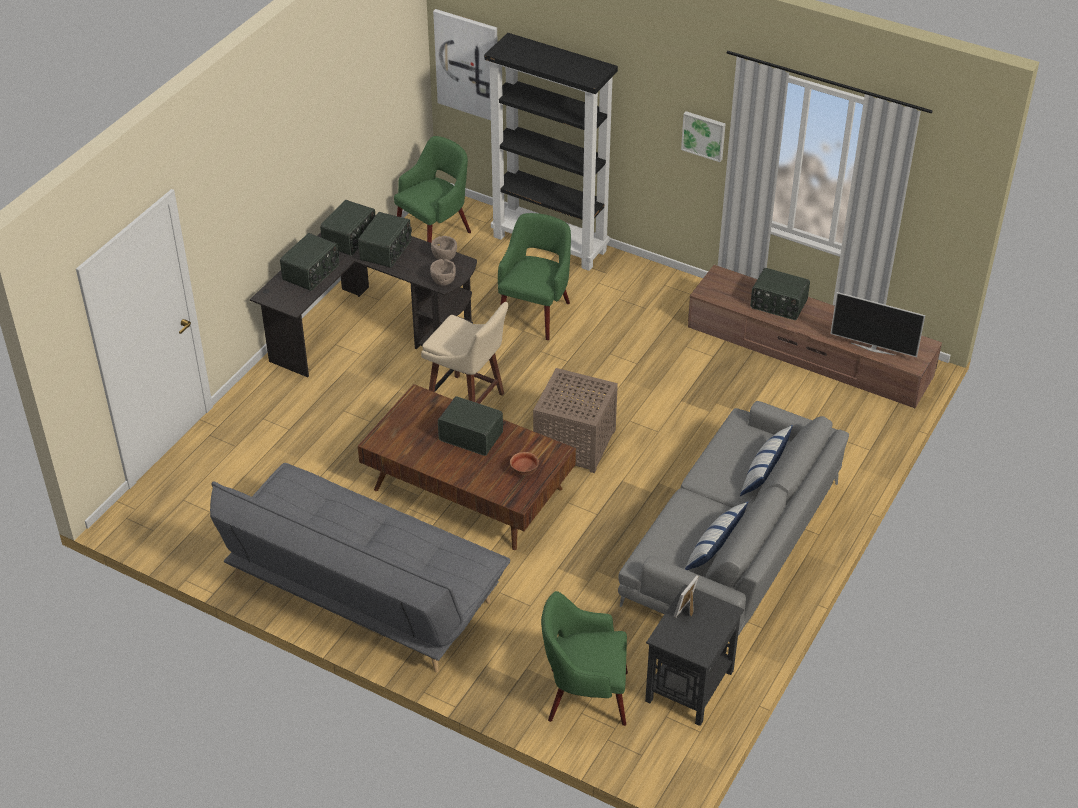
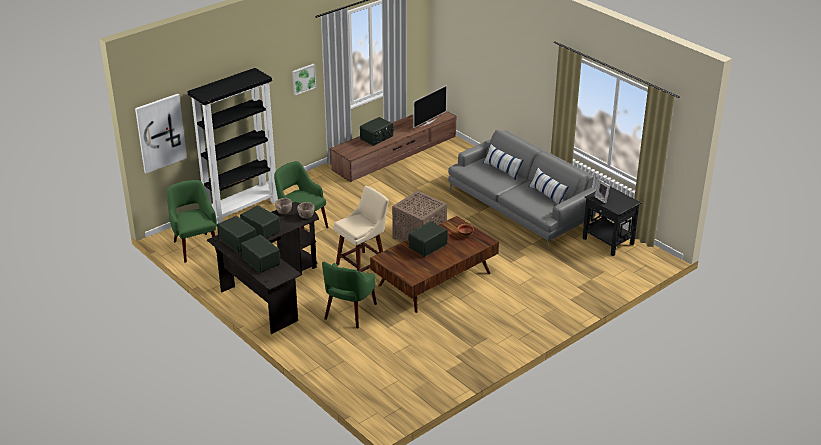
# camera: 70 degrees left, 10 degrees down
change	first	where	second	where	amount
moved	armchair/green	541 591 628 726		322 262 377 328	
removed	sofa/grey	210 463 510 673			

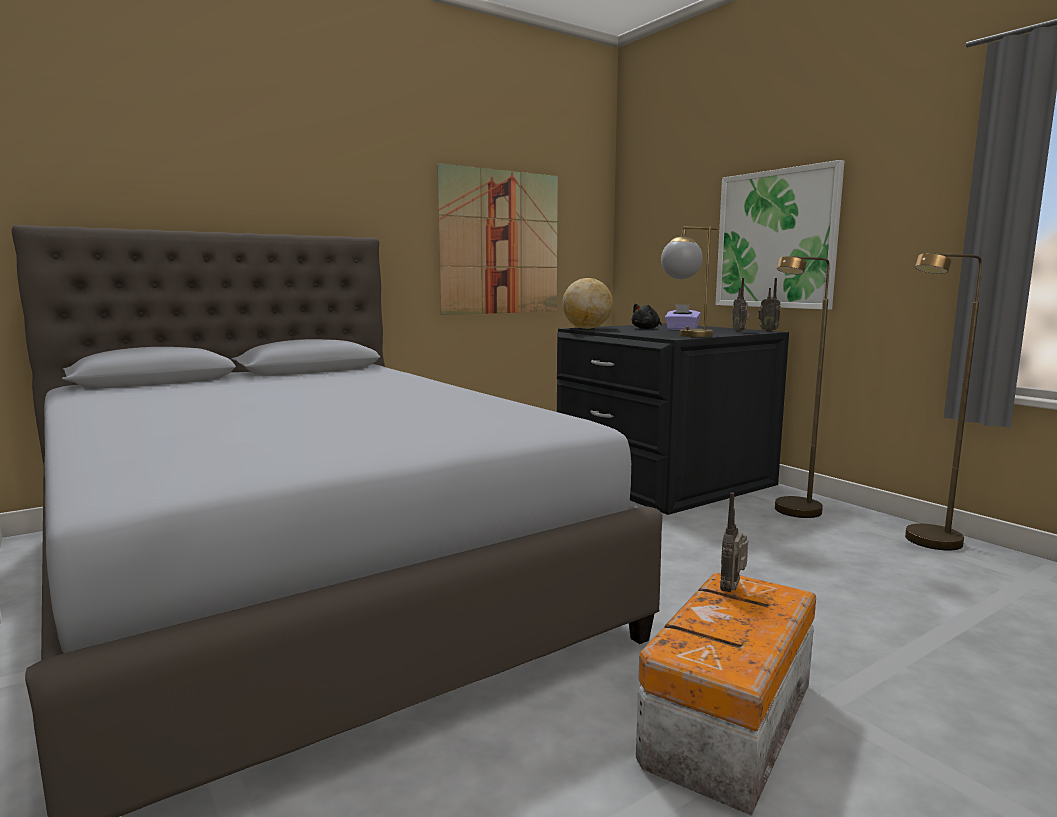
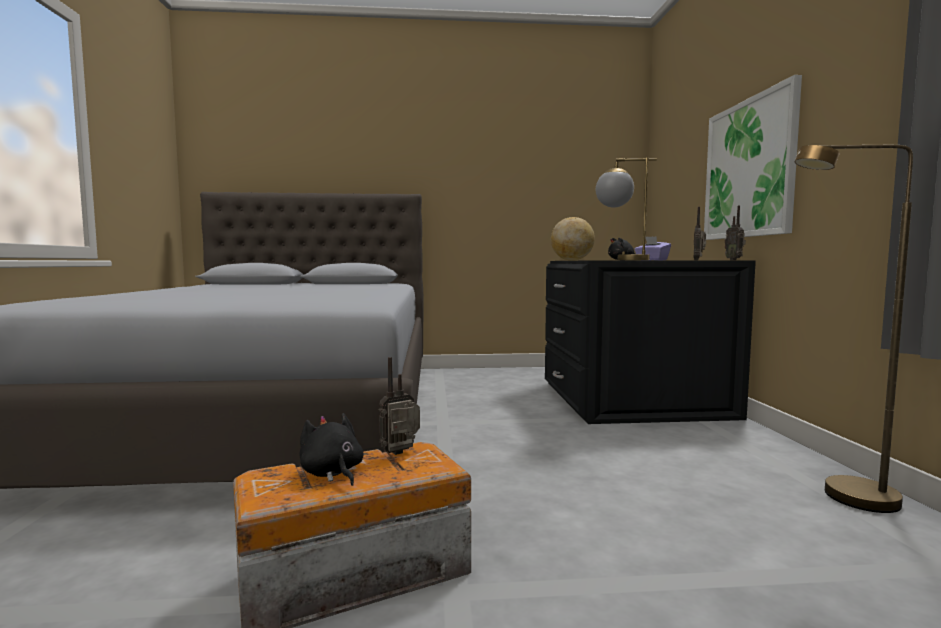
# camera: 30 degrees right, 5 degrees down
change	first	where	second	where	amount
added			plush toy/black	299 413 364 486	
removed	picture	437 163 558 315			
removed	floor lamp/brown	775 256 830 518			

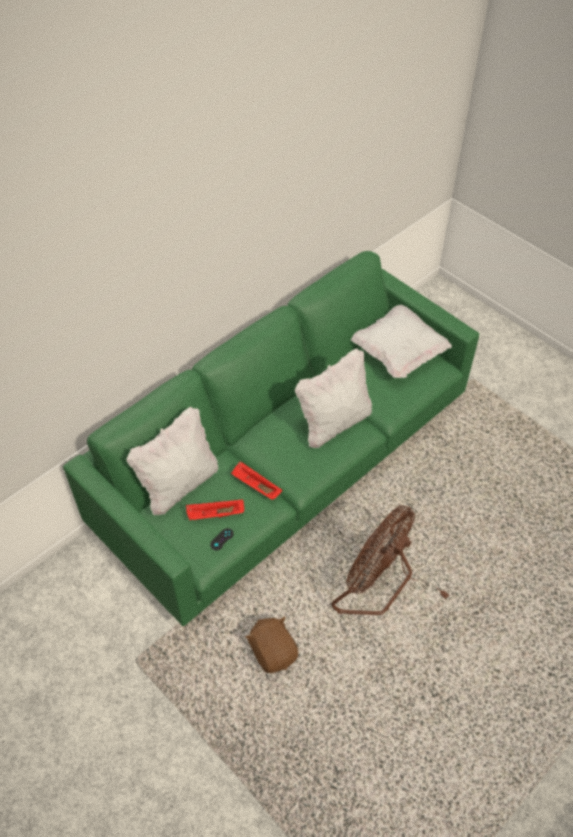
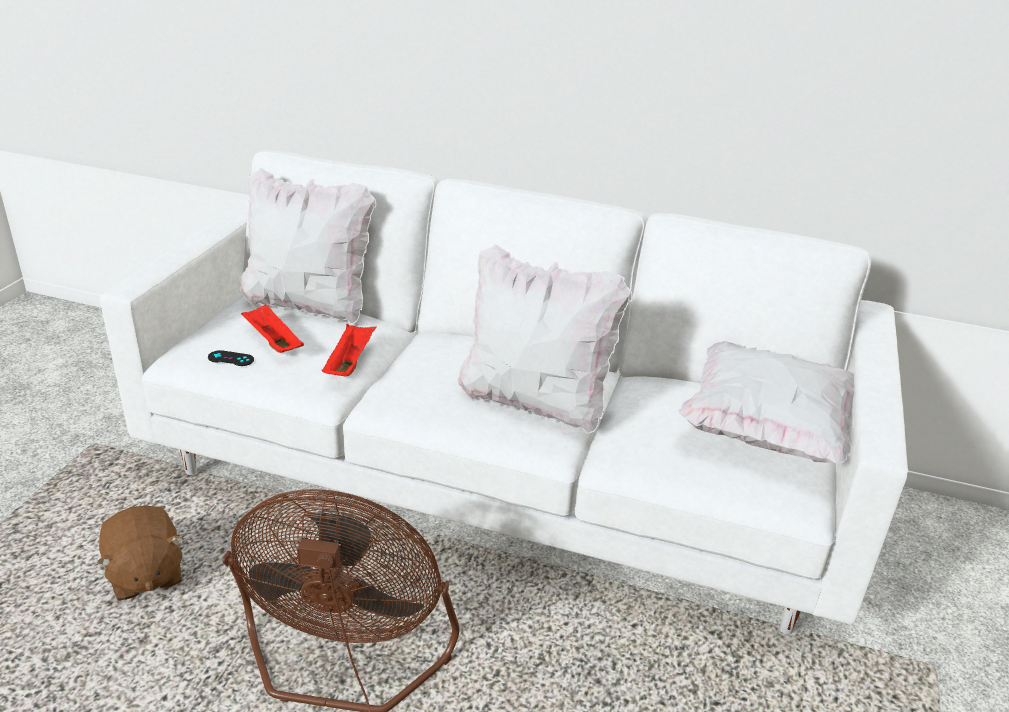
# camera: 60 degrees right, 20 degrees down
change	first	where	second	where	amount
turned	plush toy/brown	245 616 298 673		97 505 184 601	120 degrees clockwise
recoloured	sofa/green	63 251 479 626	sofa/white	100 150 908 635	

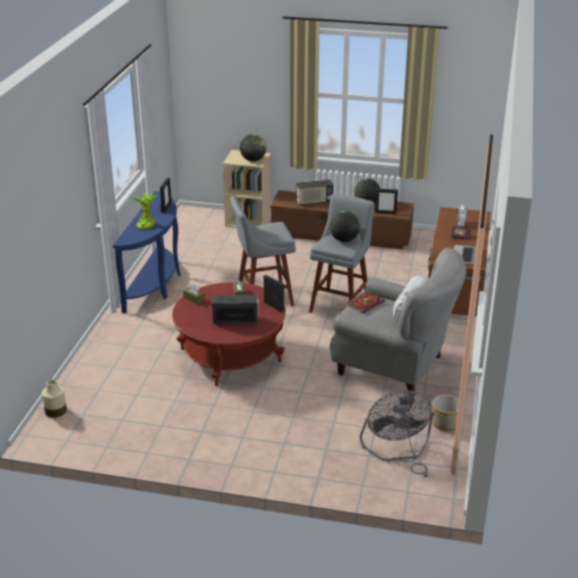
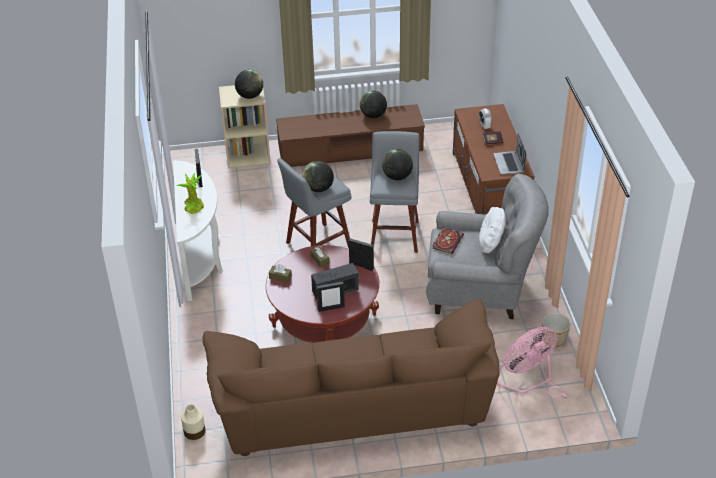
# camera: 20 degrees left, 10 degrees up
change	first	where	second	where	amount
recoloured	console table/blue	113 191 180 313	console table/white	173 160 223 301	
added			sofa/brown	202 299 500 456	
added			globe	302 161 334 192	
moved	picture frame	375 188 398 214		317 282 345 312	
recoloured	fan/grey	360 390 434 477	fan/pink	497 327 567 399	
removed	radio	296 179 334 205			

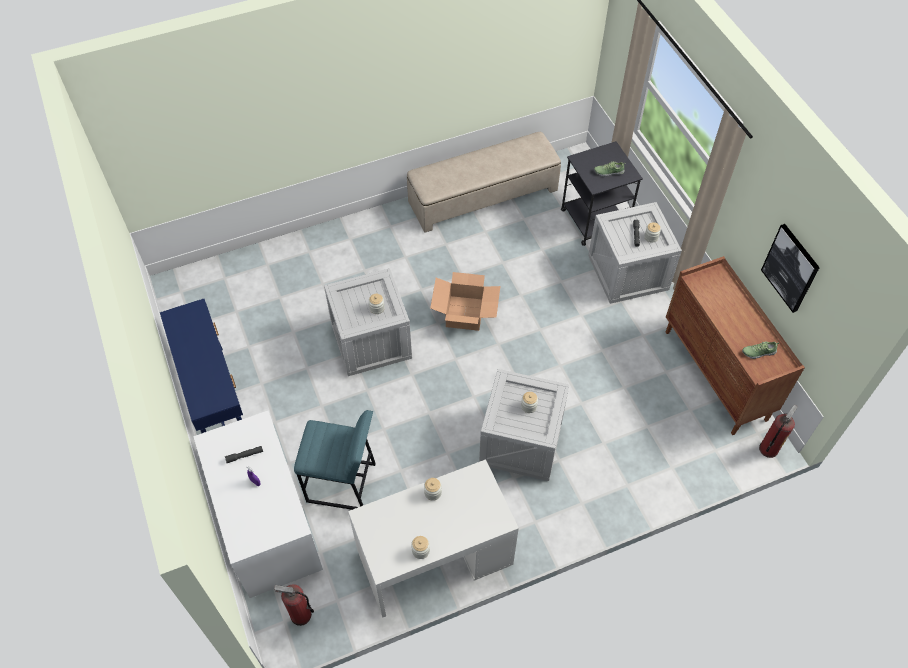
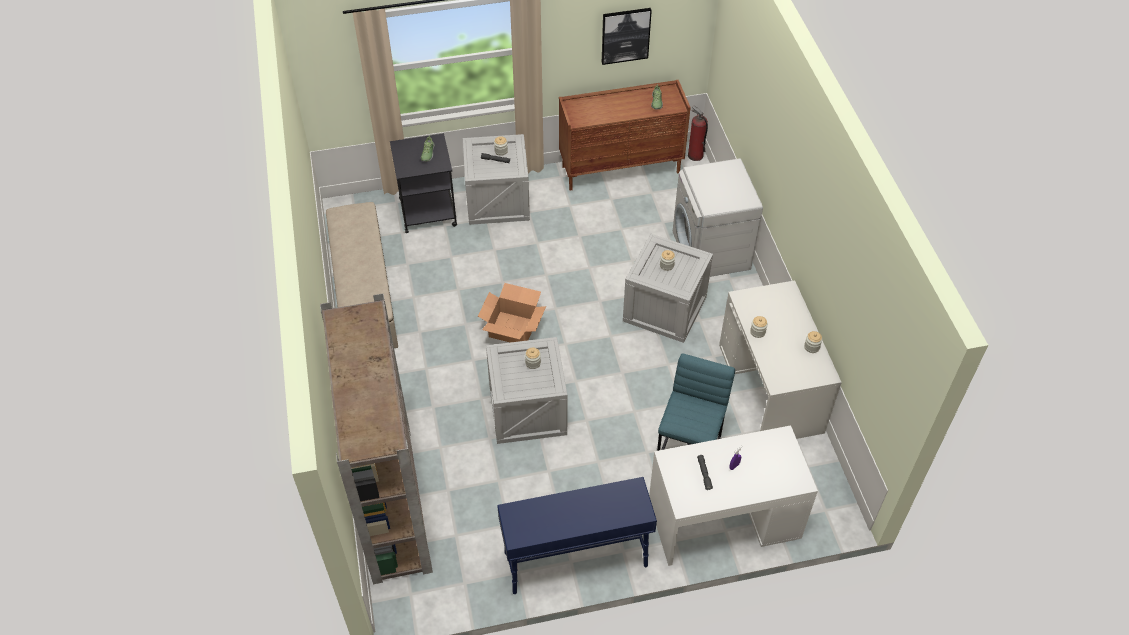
# camera: 80 degrees left, 5 degrees down
change	first	where	second	where	amount
added			bookcase/brown	320 293 433 584	
added			washing machine/white	673 158 763 277	
removed	fire extinguisher	274 584 314 626			

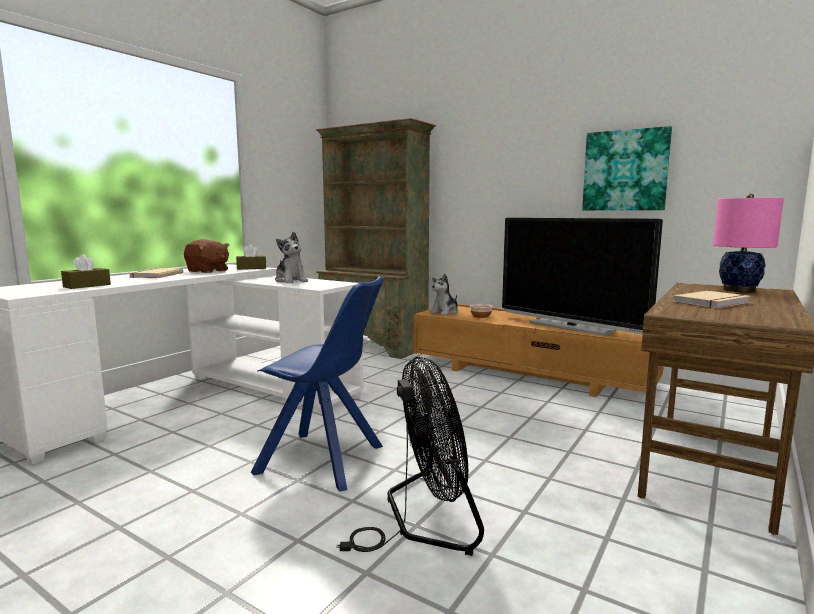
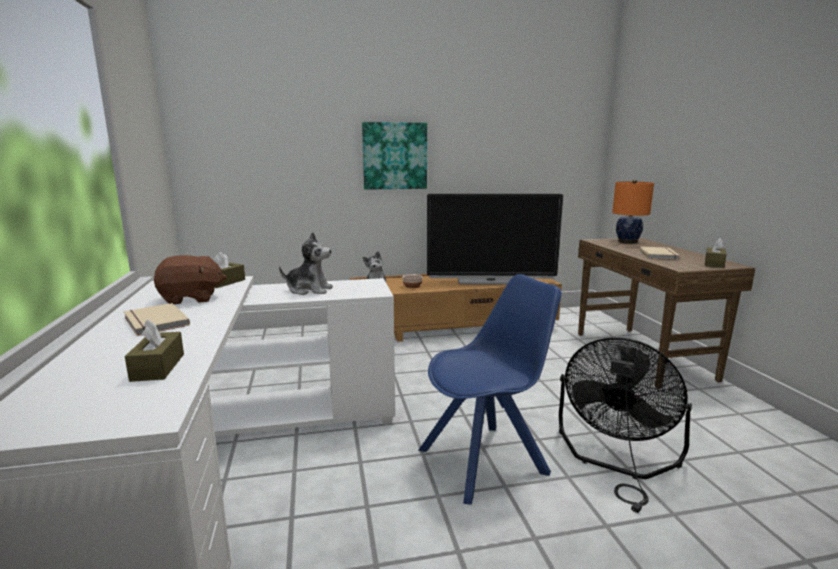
# camera: 45 degrees left, 5 degrees up
change	first	where	second	where	amount
moved	picture	582 126 672 210		362 122 427 190	
recoloured	table lamp/pink	713 194 784 293	table lamp/orange	612 180 654 244	
added			tissue box/brown	705 238 727 268	
removed	bookcase/green	316 118 436 359			

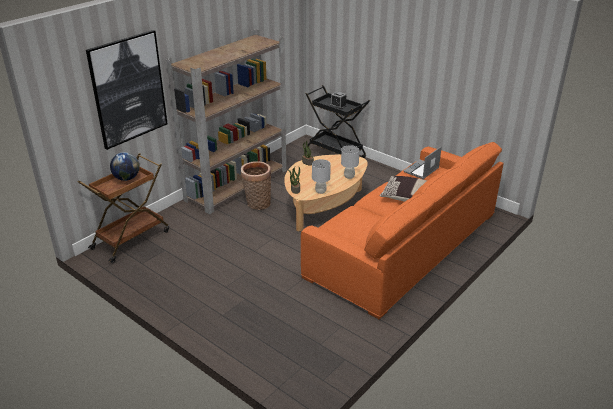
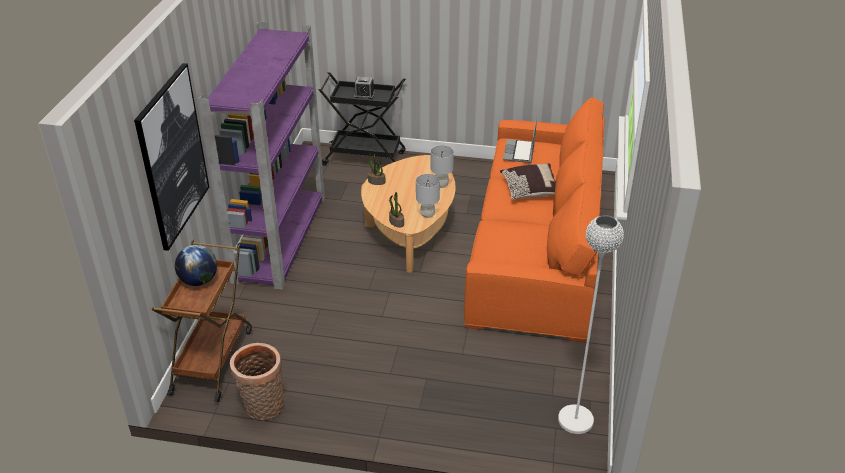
# camera: 30 degrees left, 5 degrees up
change	first	where	second	where	amount
recoloured	bookcase/brown	166 29 286 215	bookcase/purple	199 21 325 290	
moved	basket	241 161 271 210		230 343 284 420	
added			floor lamp/white	558 215 624 434	

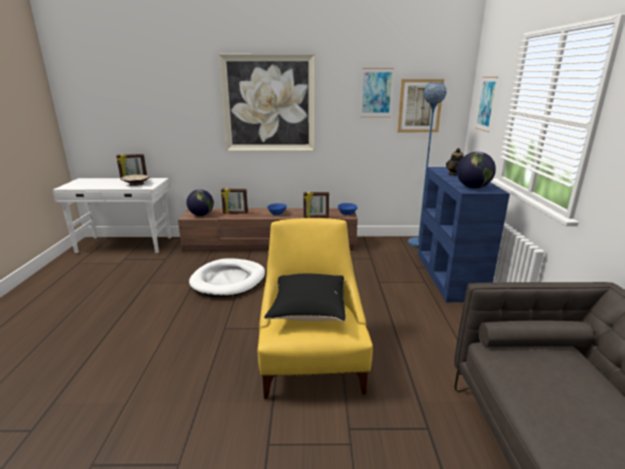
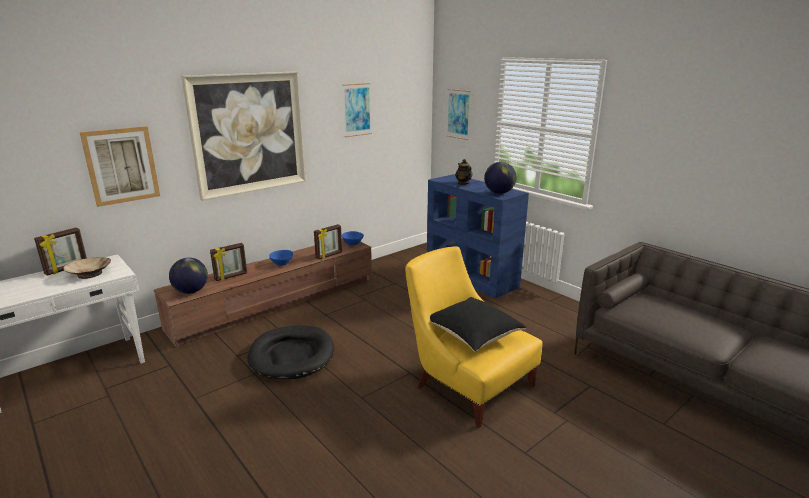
# camera: 40 degrees left, 0 degrees up
change	first	where	second	where	amount
moved	picture	397 79 444 132		80 126 160 207	
recoloured	dog bed/white	189 258 265 297	dog bed/black	248 325 334 379	
removed	floor lamp/blue	408 83 447 248			

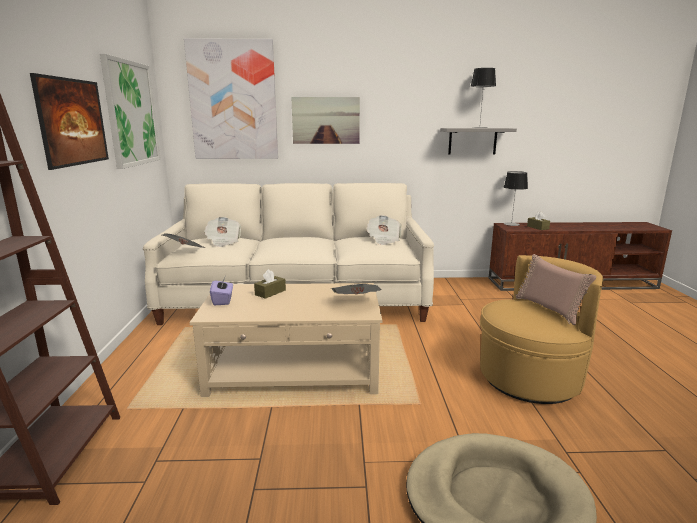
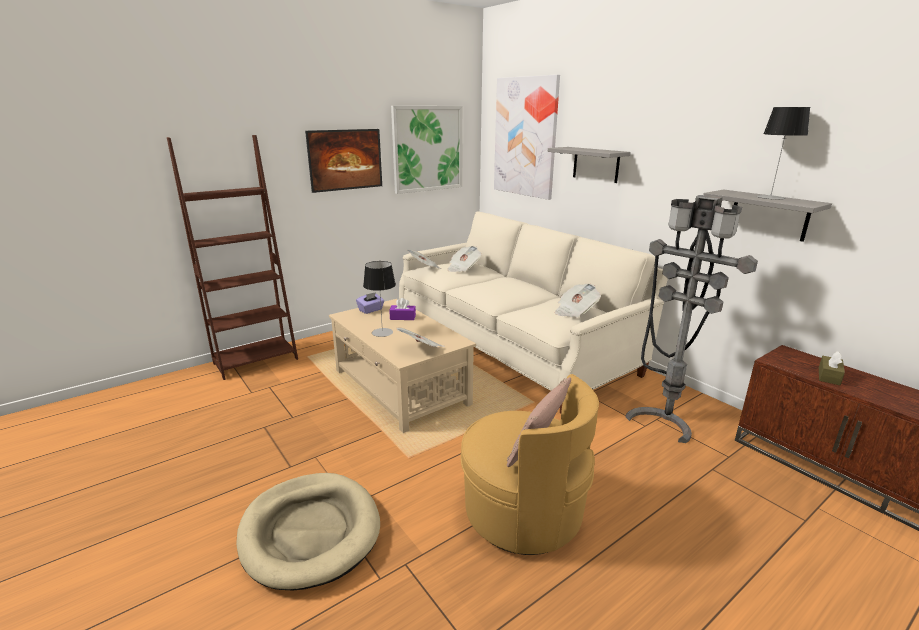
# camera: 55 degrees right, 5 degrees up
change	first	where	second	where	amount
moved	table lamp	504 171 528 226		363 261 396 337	
recoloured	tissue box/brown	254 269 286 299	tissue box/purple	389 298 416 320	
replaced	picture	291 97 360 144	shelf/grey	548 147 631 183	
added			floor lamp/grey	626 195 758 443	

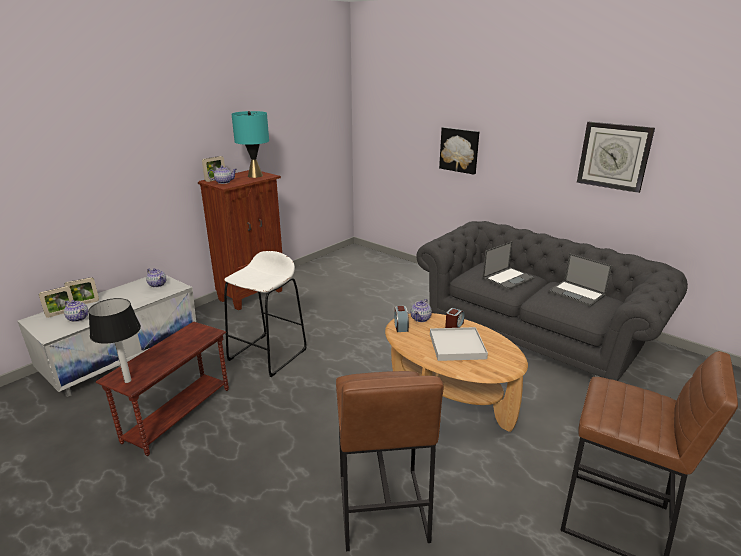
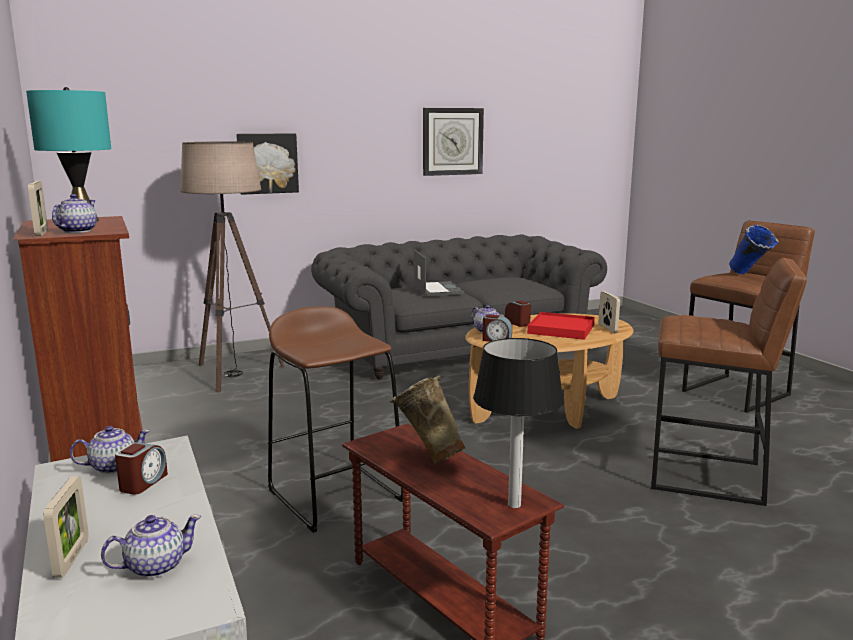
# camera: 65 degrees left, 10 degrees down
change	first	where	second	where	amount
added			alarm clock	115 442 168 494	
added			floor lamp	180 141 285 392	
recoloured	stool/white	224 251 307 377	stool/brown	268 306 403 533	
added			vase/beige	390 376 465 465	
recoloured	tray/white	430 327 488 361	tray/red	527 312 595 340	
moved	picture frame	39 286 73 318		599 291 620 333	
added			vase/blue	729 225 779 274	
removed	laptop	548 253 612 307			

